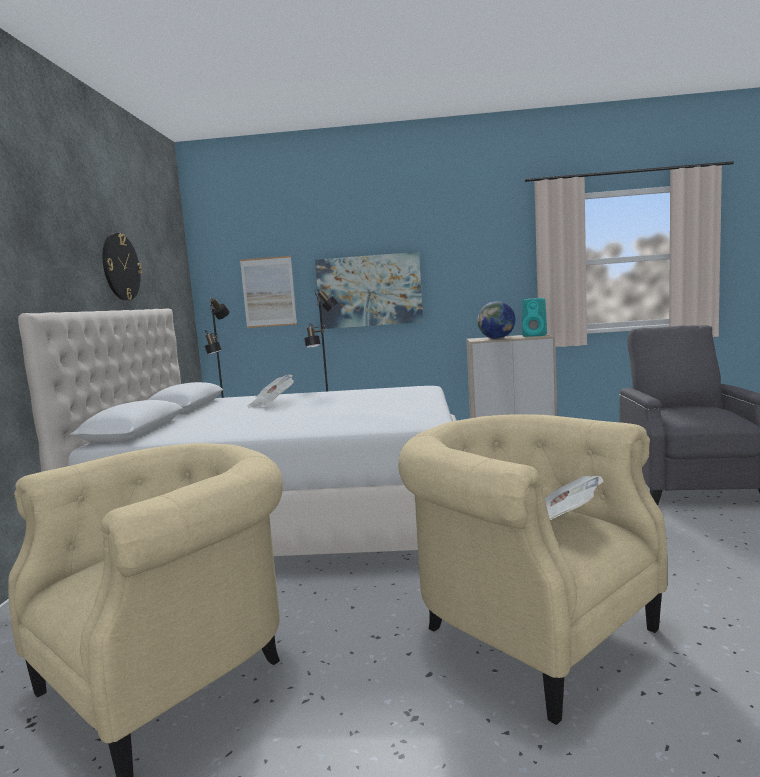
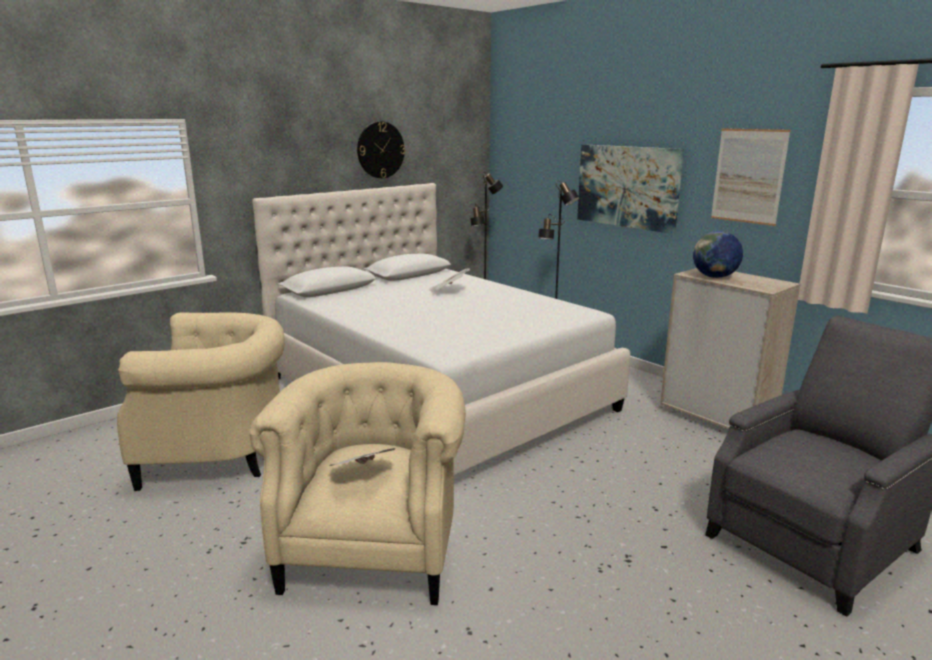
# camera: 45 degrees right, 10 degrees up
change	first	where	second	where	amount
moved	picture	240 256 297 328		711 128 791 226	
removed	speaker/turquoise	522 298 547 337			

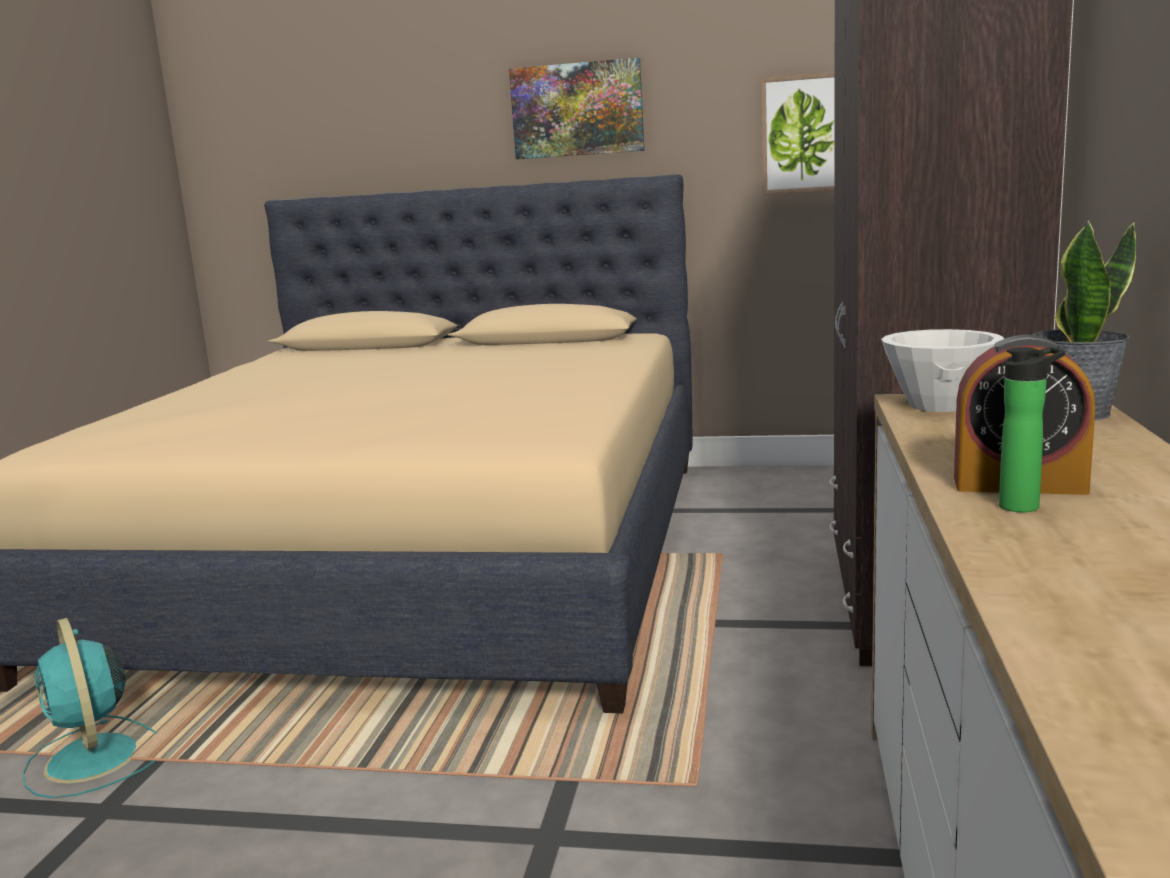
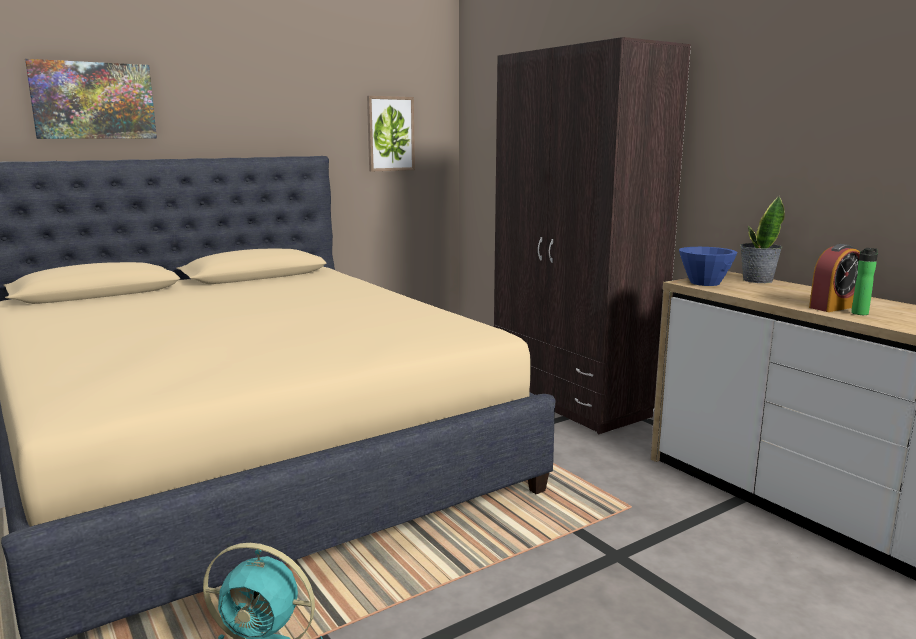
# camera: 45 degrees left, 0 degrees up
change	first	where	second	where	amount
moved	picture	509 58 644 159		25 59 157 139	
recoloured	bowl/white	881 329 1004 412	bowl/blue	679 247 737 286	

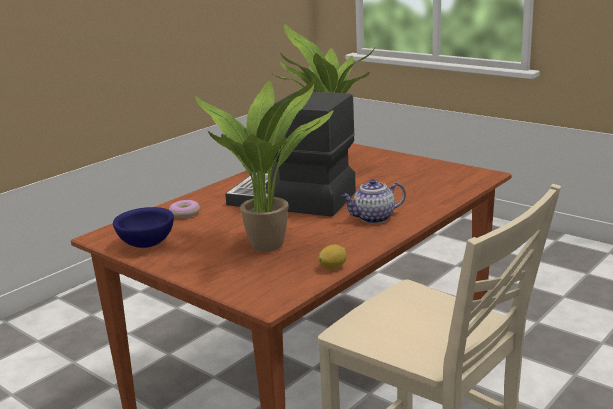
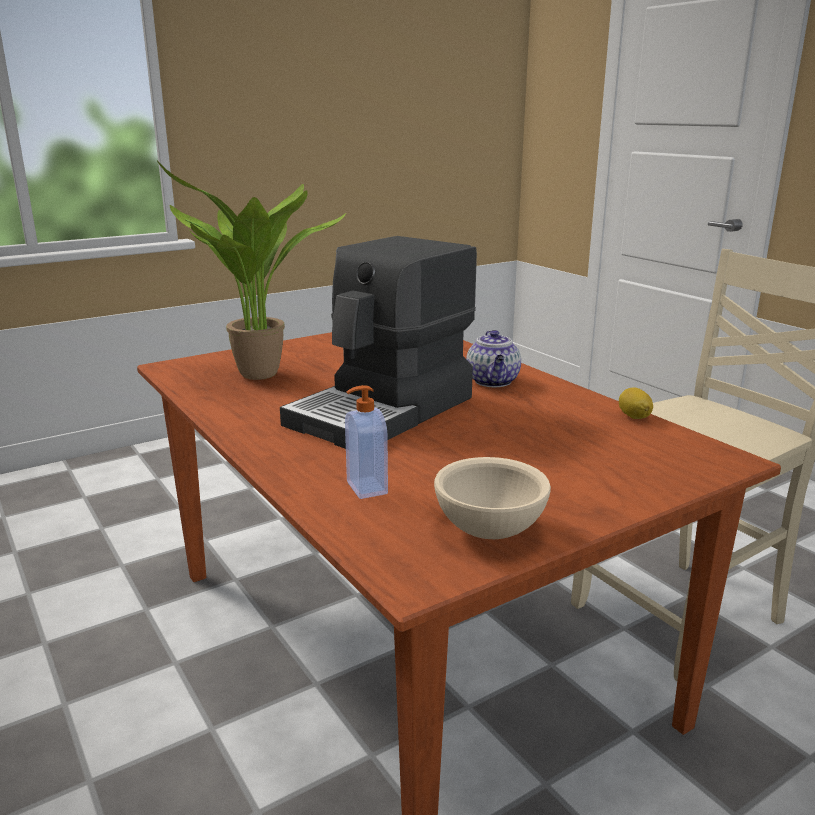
# camera: 75 degrees left, 0 degrees up
change	first	where	second	where	amount
replaced	donut	169 200 200 218	soap dispenser	345 385 388 499	
recoloured	bowl/blue	113 207 174 248	bowl/beige	434 457 551 539	
removed	potted plant	195 76 333 252			

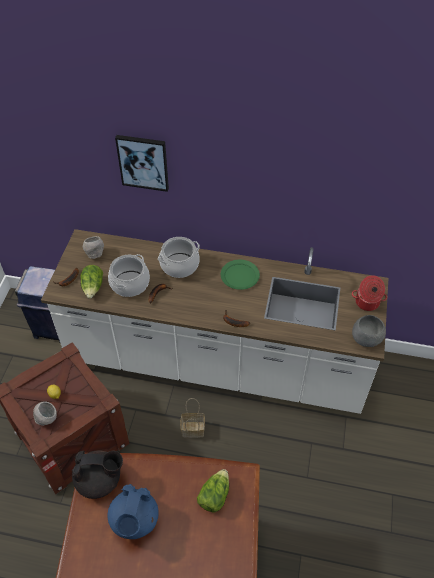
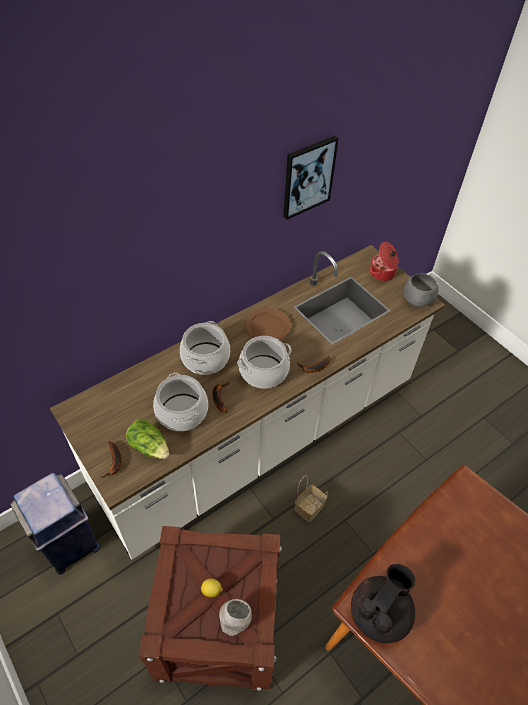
# camera: 50 degrees left, 0 degrees up
change	first	where	second	where	amount
added			cooking pot	237 336 291 389	
recoloured	plate/green	221 260 260 290	plate/brown	245 308 291 340	
moved	picture	115 135 169 192		283 136 339 220	
removed	bowl/grey	83 236 104 259			
removed	teapot/blue	108 484 159 539			
removed	lettuce	197 469 229 513			

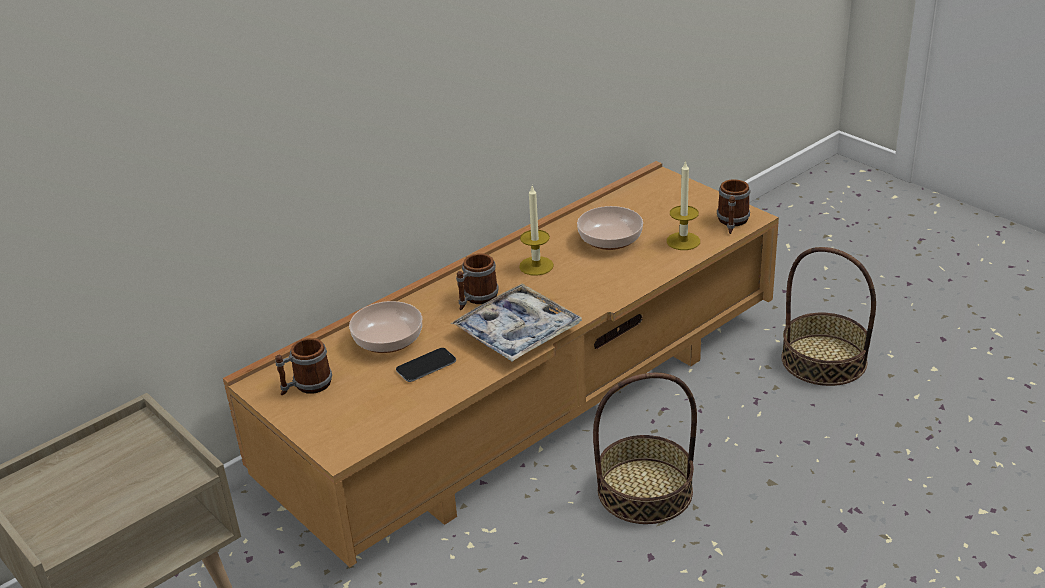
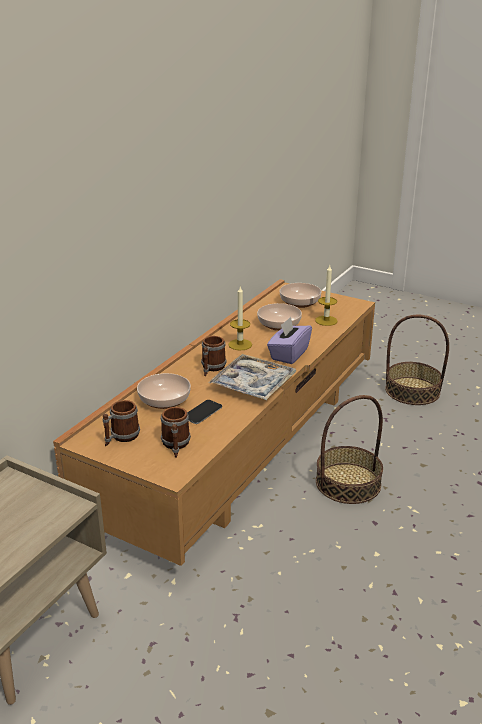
# camera: 20 degrees left, 5 degrees down
change	first	where	second	where	amount
moved	mug	717 179 750 234		161 407 191 457	
added			tissue box/purple	267 317 312 364	
added			bowl	280 283 322 308	

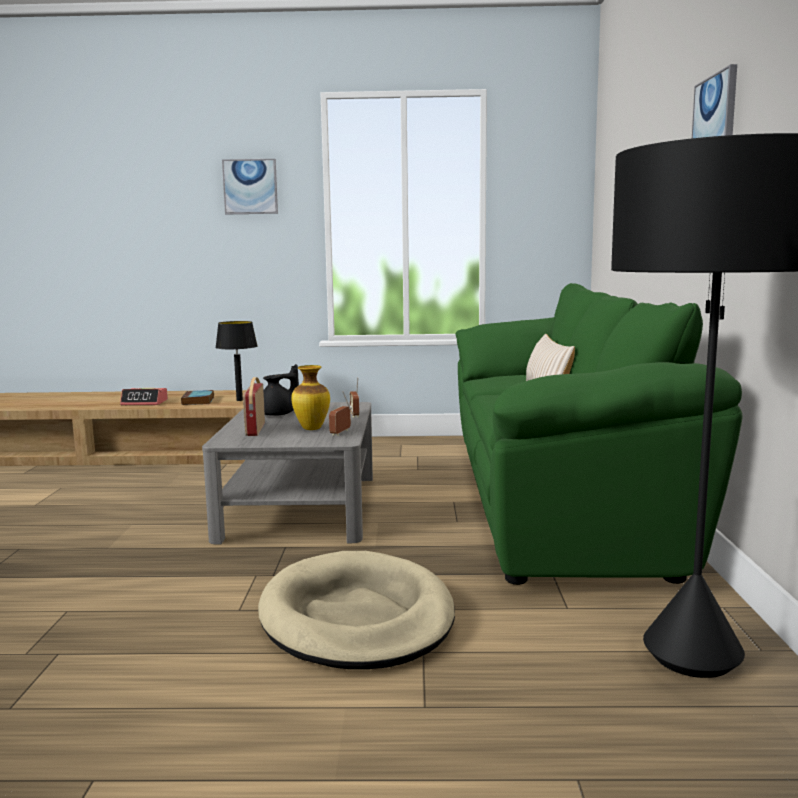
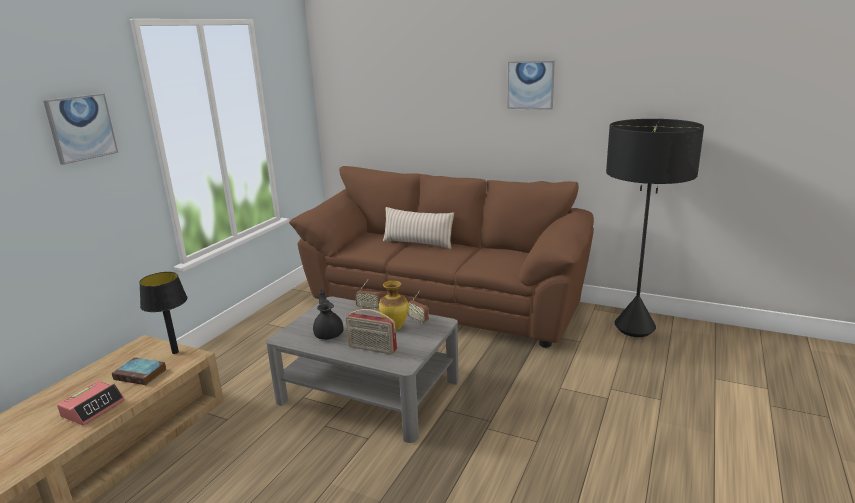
# camera: 65 degrees left, 10 degrees up
change	first	where	second	where	amount
recoloured	sofa/green	455 283 743 585	sofa/brown	289 166 594 348	
removed	dog bed/beige	258 551 455 669			

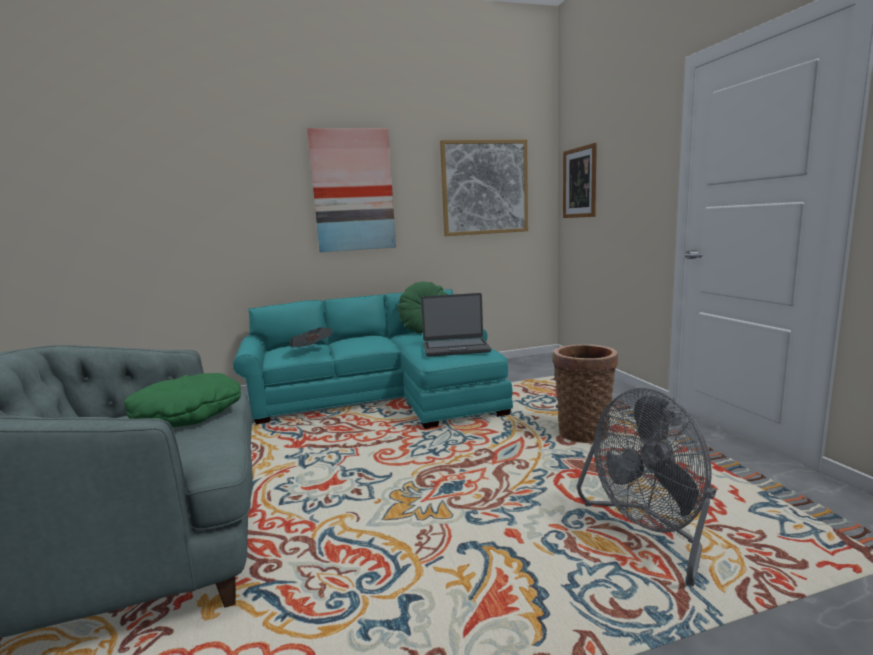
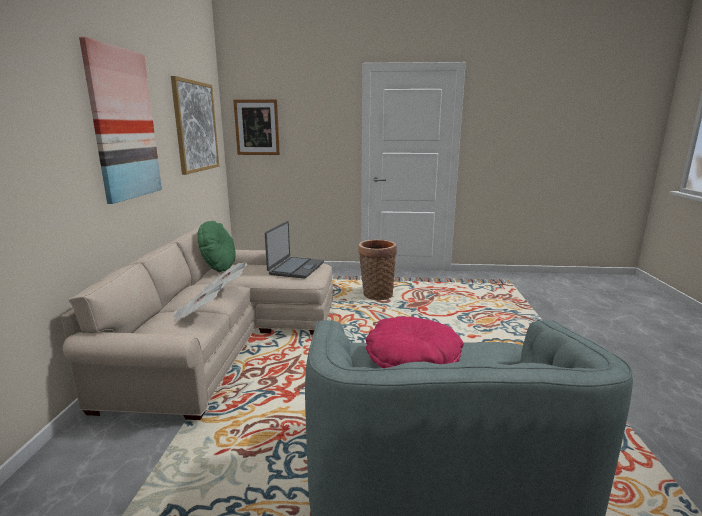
# camera: 70 degrees left, 5 degrees up
change	first	where	second	where	amount
recoloured	sofa/turquoise	233 289 513 429	sofa/beige	61 227 333 420	
added			newspaper	201 263 247 292	
recoloured	pillow/green	124 373 241 427	pillow/pink	366 317 464 368	
removed	fan/grey	577 388 717 586			

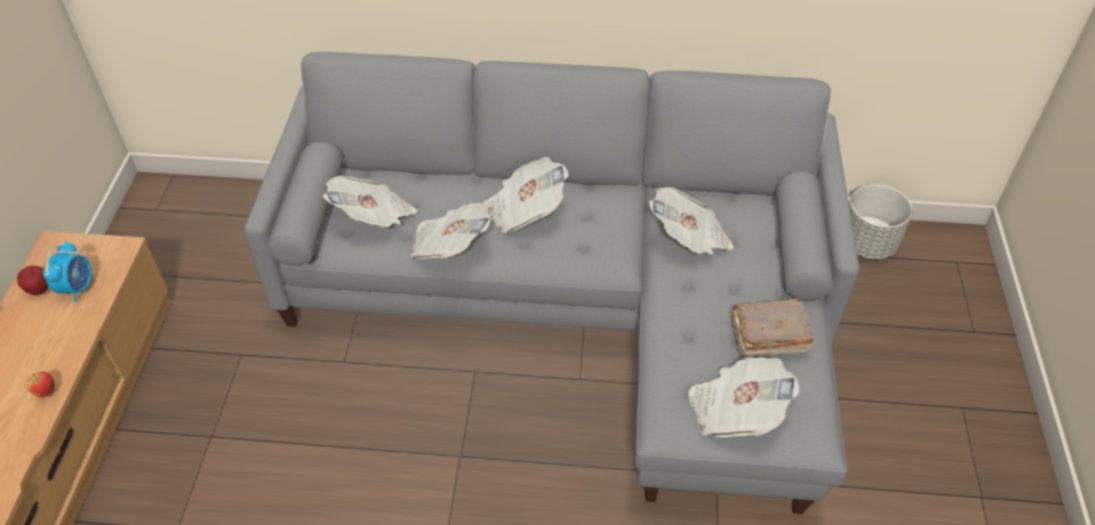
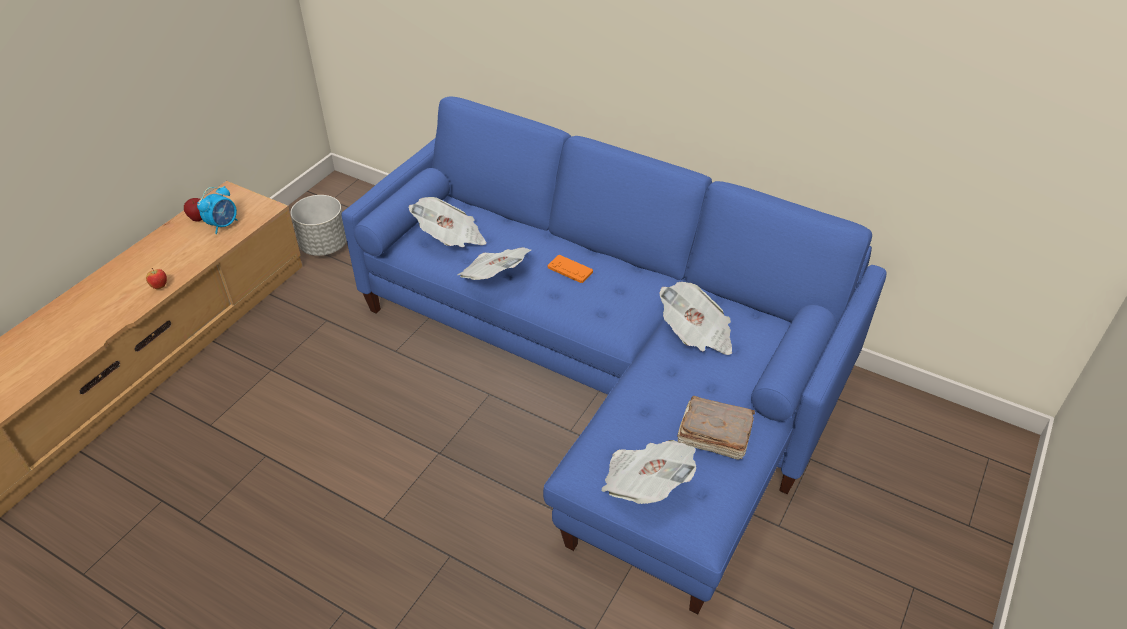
# camera: 25 degrees right, 5 degrees down
change	first	where	second	where	amount
moved	planter/grey	849 184 912 259		291 195 347 256	
recoloured	sofa/grey	244 52 859 514	sofa/blue	342 97 887 614	
replaced	newspaper	483 157 569 234	game controller/orange	548 255 593 283	

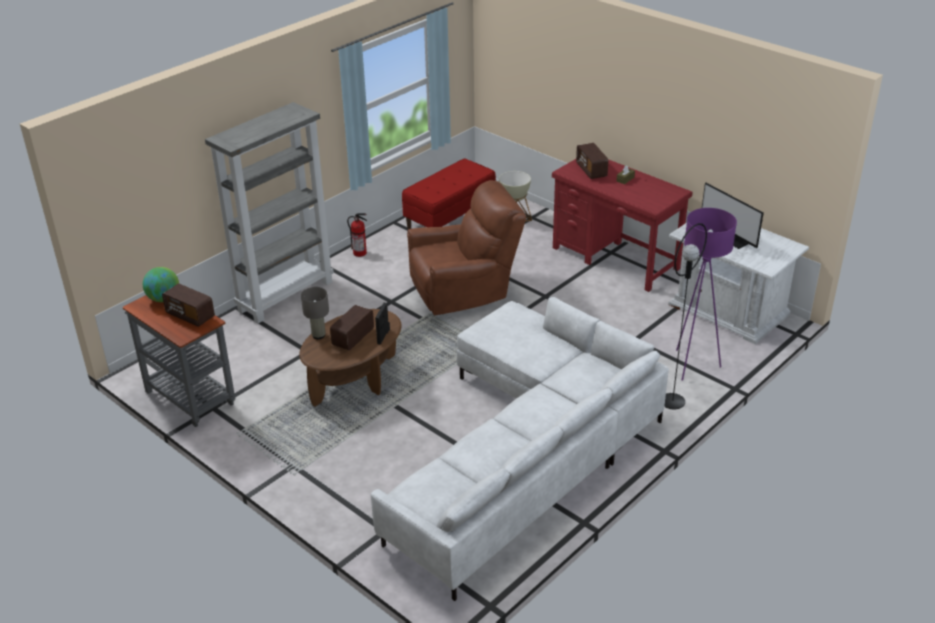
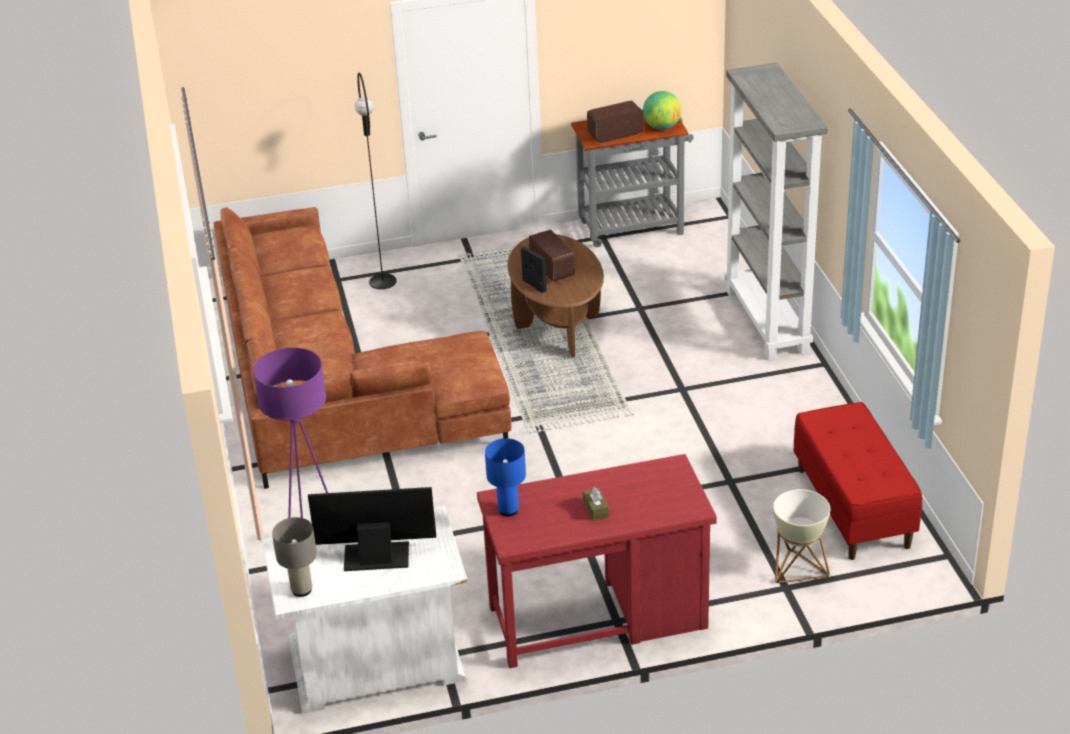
# camera: 125 degrees right, 0 degrees up
change	first	where	second	where	amount
recoloured	sofa/white	371 297 669 601	sofa/brown	213 207 512 489	
moved	table lamp/grey	301 287 329 339		272 517 317 597	
moved	floor lamp/black	664 223 707 410		355 73 397 289	
added			table lamp/blue	485 438 526 517	
removed	fire extinguisher	347 213 367 257			
removed	armchair/brown	407 180 526 316			
removed	radio	576 143 608 179			

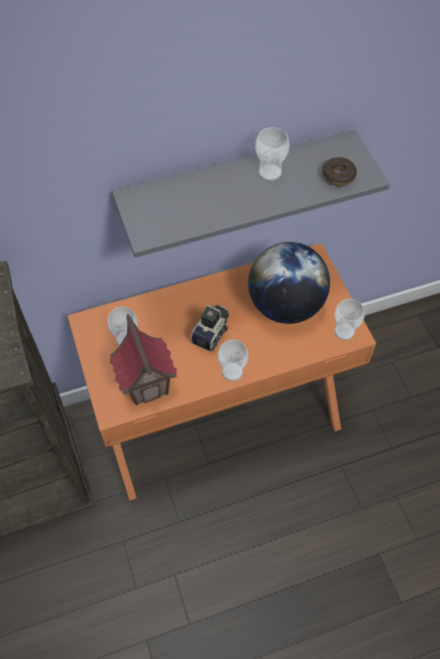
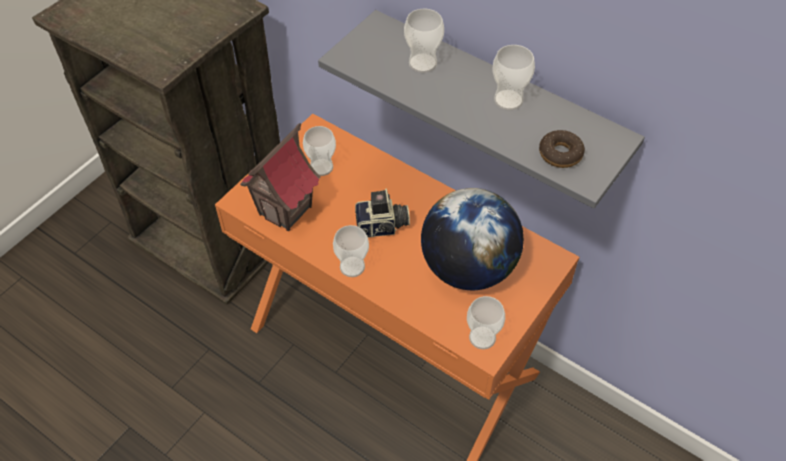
# camera: 55 degrees right, 5 degrees down
change	first	where	second	where	amount
added			cup	404 9 444 73	

